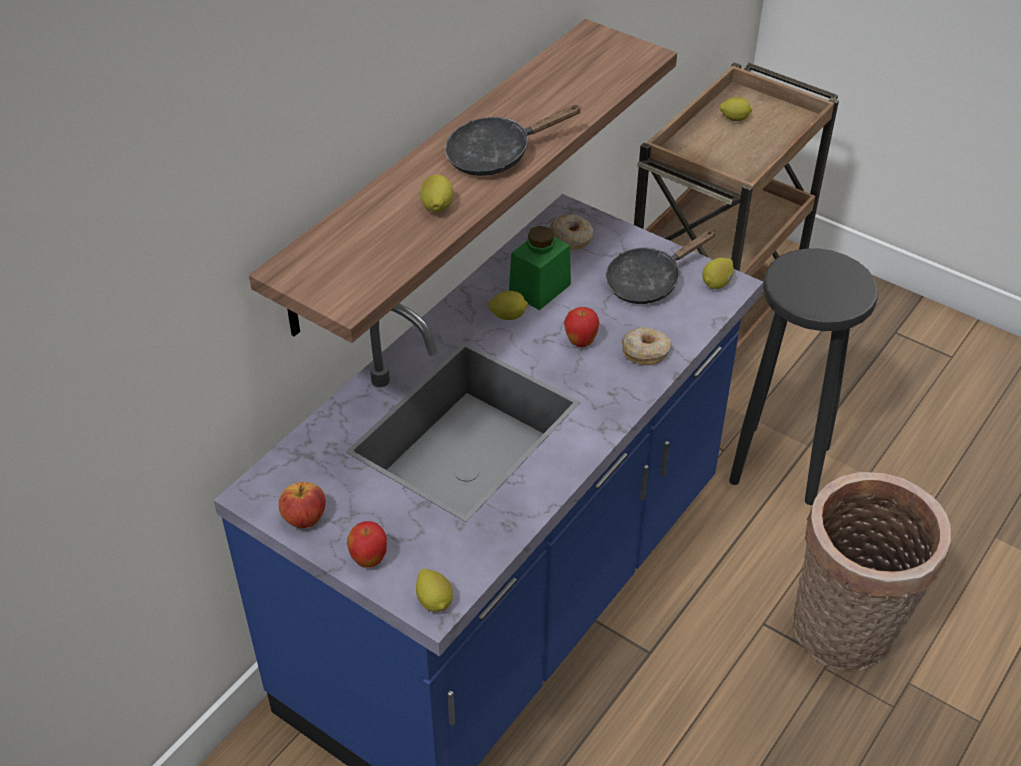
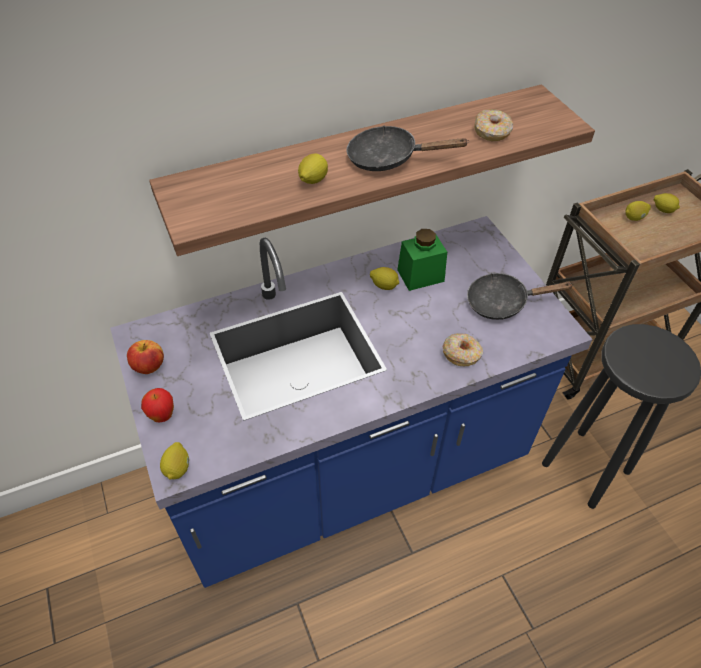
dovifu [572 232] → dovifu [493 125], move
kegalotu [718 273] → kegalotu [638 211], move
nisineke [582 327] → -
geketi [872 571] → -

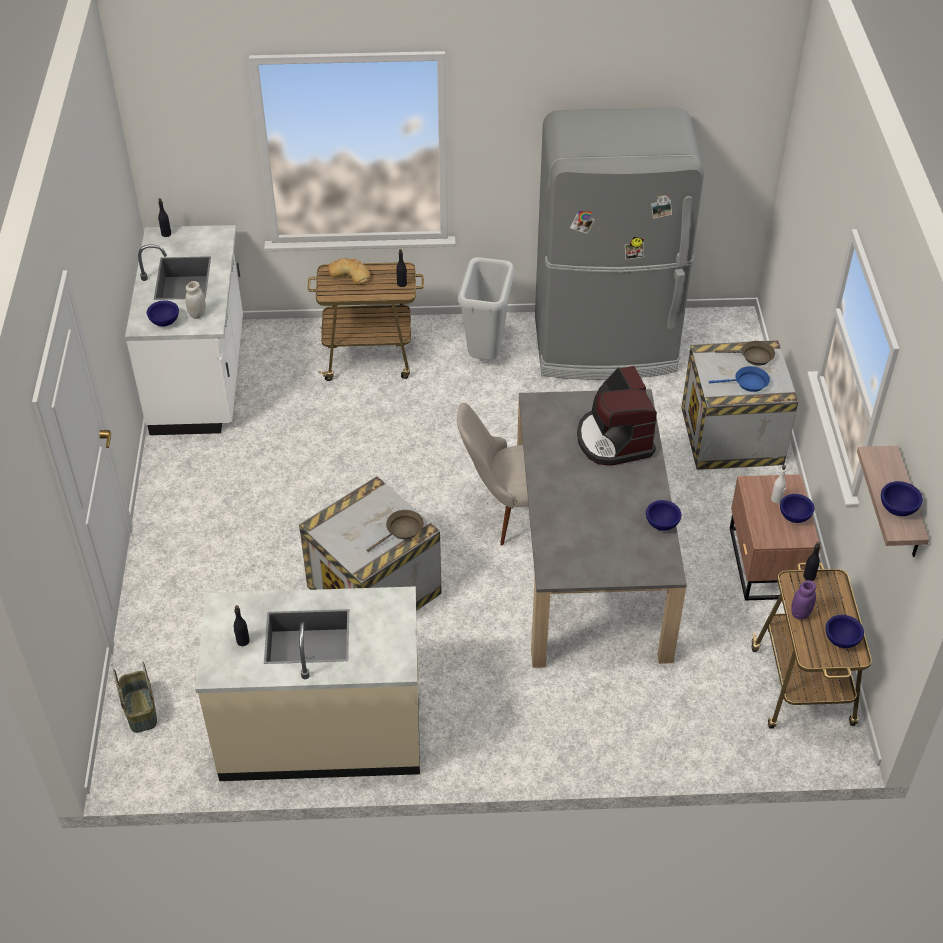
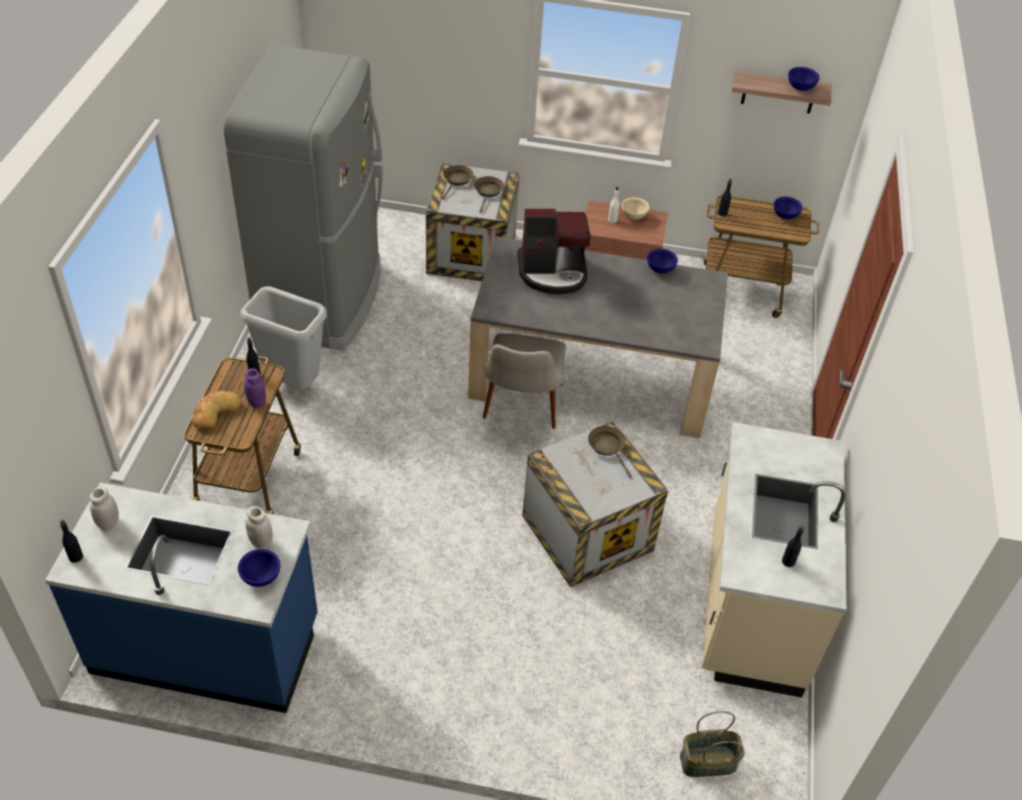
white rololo [184 330] → blue rololo [181 598]
- → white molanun [104 508]
purple molanun [803 600] → purple molanun [255 388], move
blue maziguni [739 379] → brown maziguni [489 194]
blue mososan [797 508] → beige mososan [635 208]

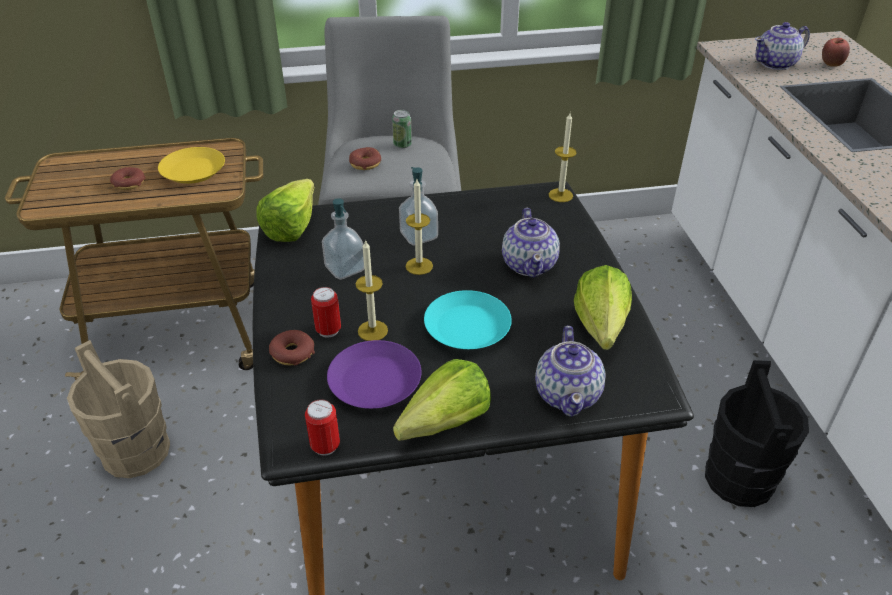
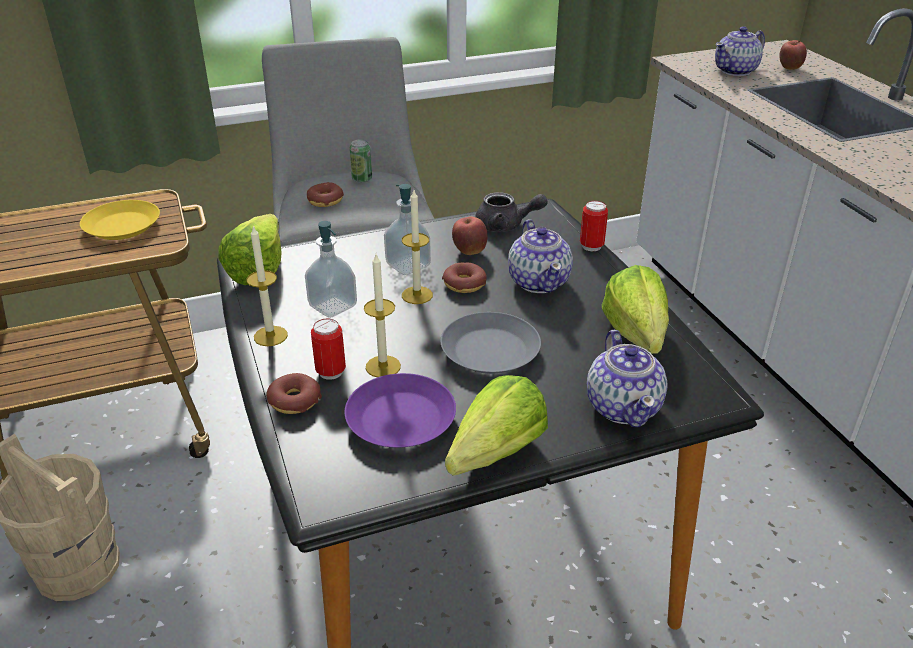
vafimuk [563 157] → vafimuk [267 285], move
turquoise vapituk [468 319] → grey vapituk [491 343]
dovifu [127 178] → dovifu [464 278], move
- → nisineke [470 235]
- → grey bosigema [511 212]
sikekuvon [322 427] → sikekuvon [594 226], move
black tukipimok [757 433] → -

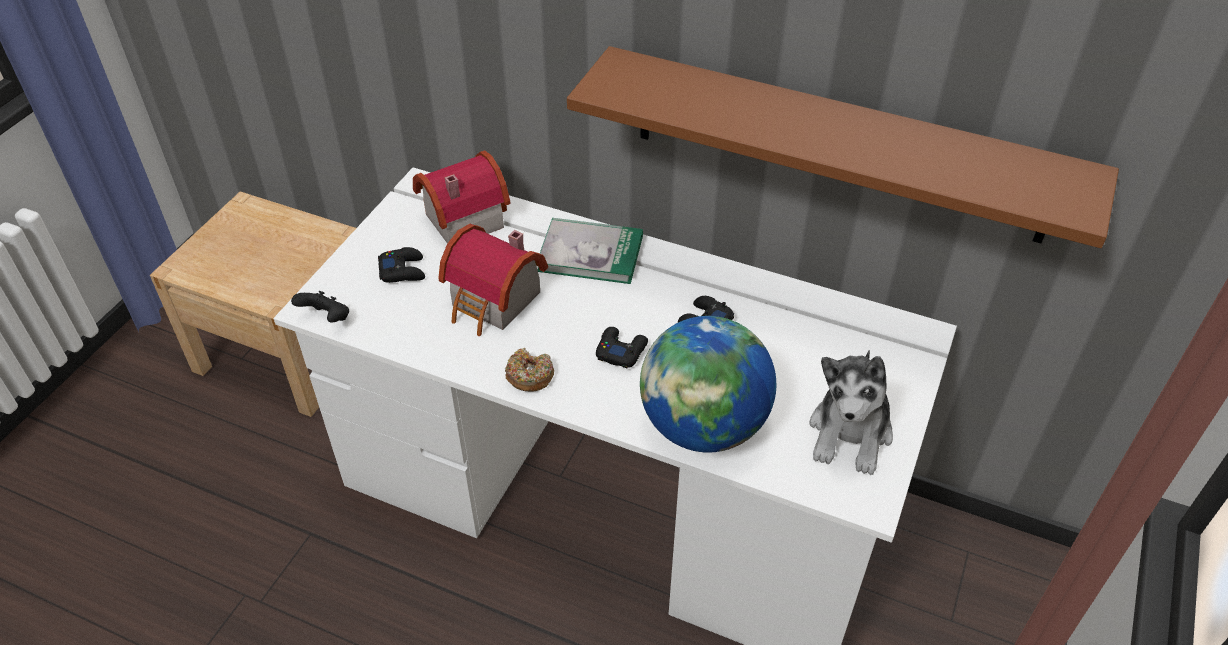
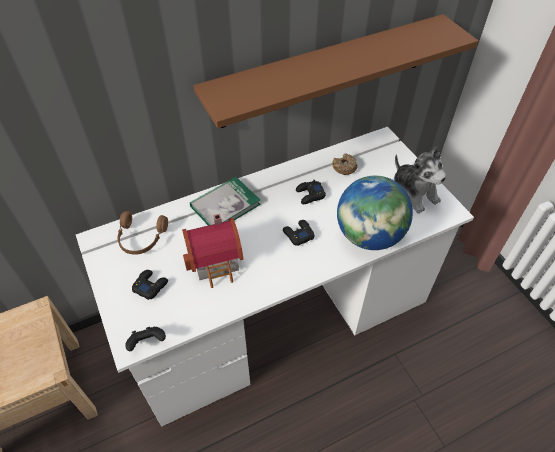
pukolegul [462 196] → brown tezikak [143 233]
dovifu [529 370] → dovifu [344 164], move

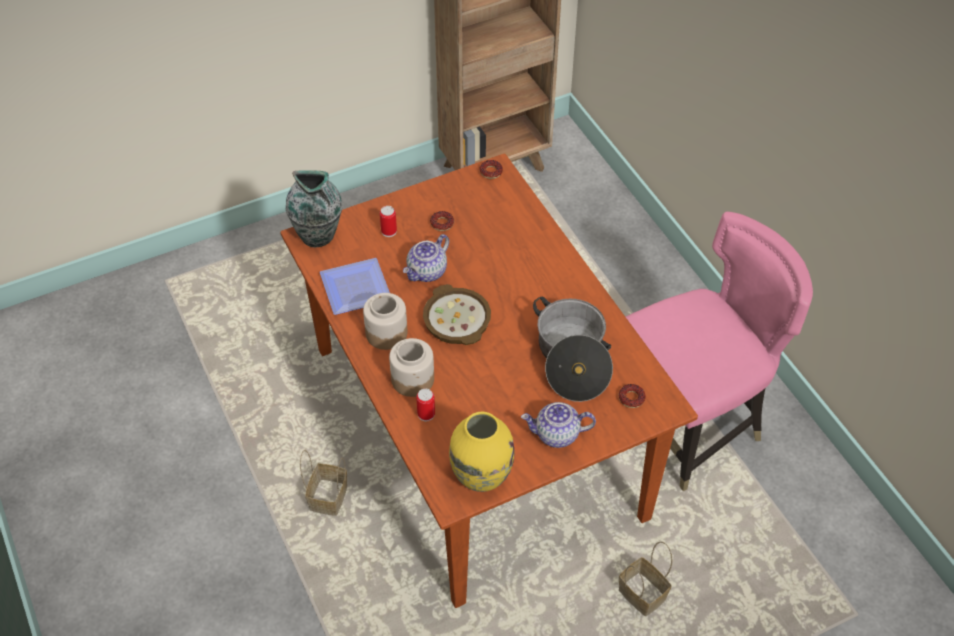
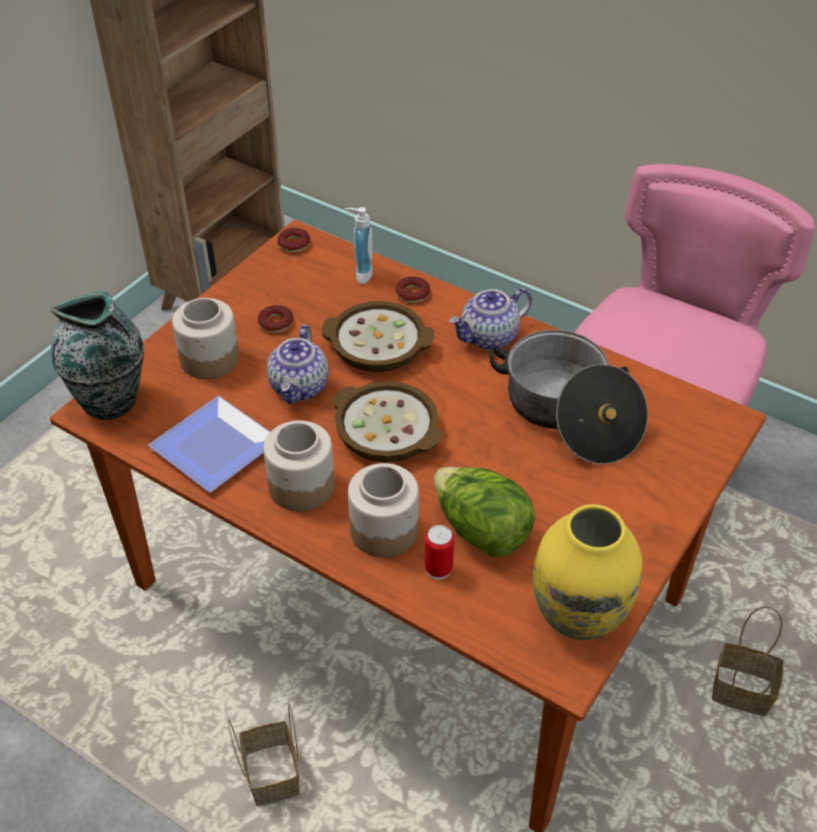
sikekuvon [388 221] → molanun [205 338]
- → mososan [378 336]
- → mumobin [359 245]
dovifu [632 396] → dovifu [413 289], move
- → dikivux [484 512]
bosigema [558 425] → bosigema [490 319], move

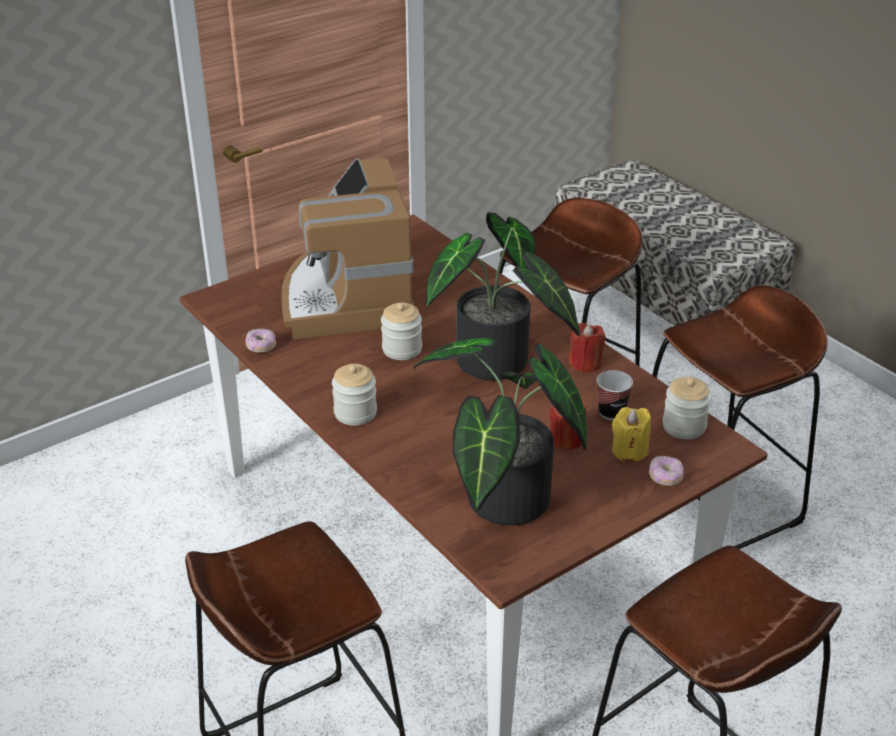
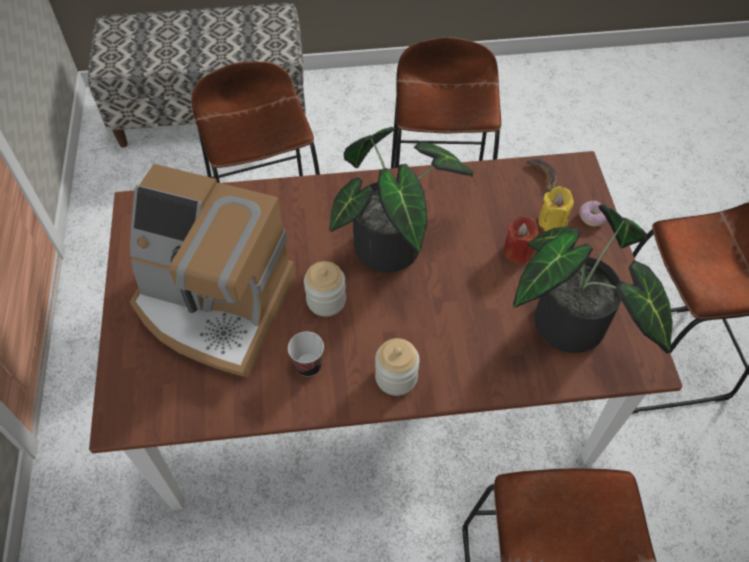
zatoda [615 395] → zatoda [306 354], move
molanun [687 408] → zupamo [542 177]
dovifu [260 340] → -
red vafimuk [587 348] → -

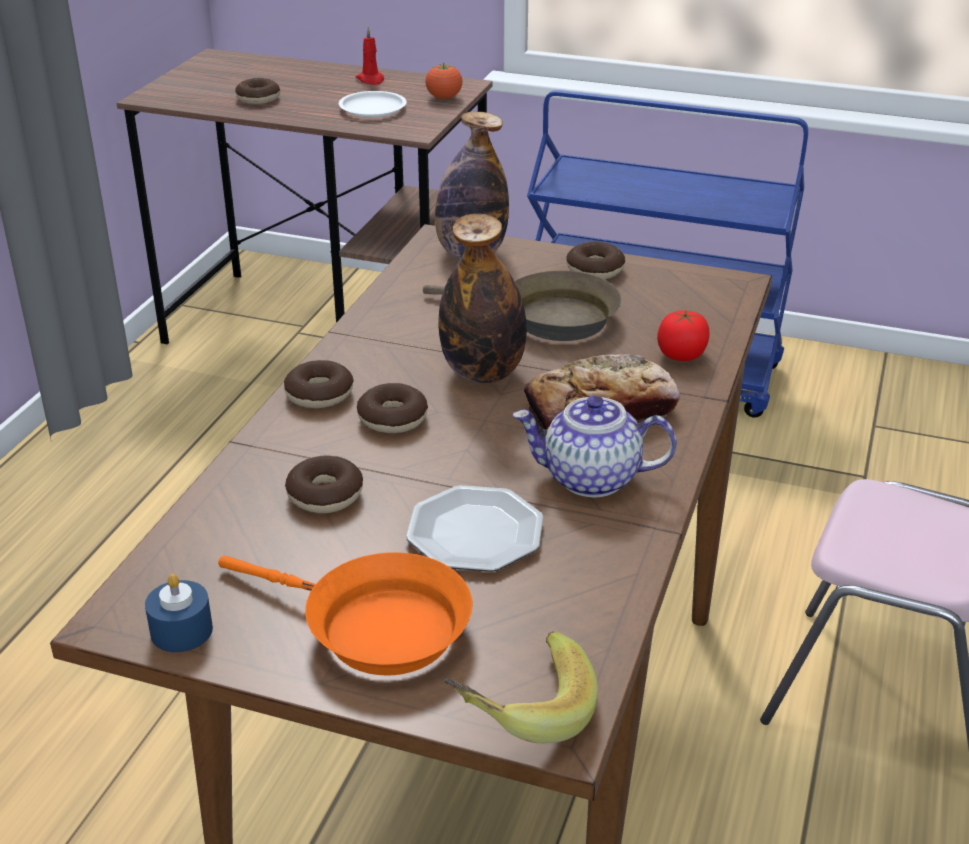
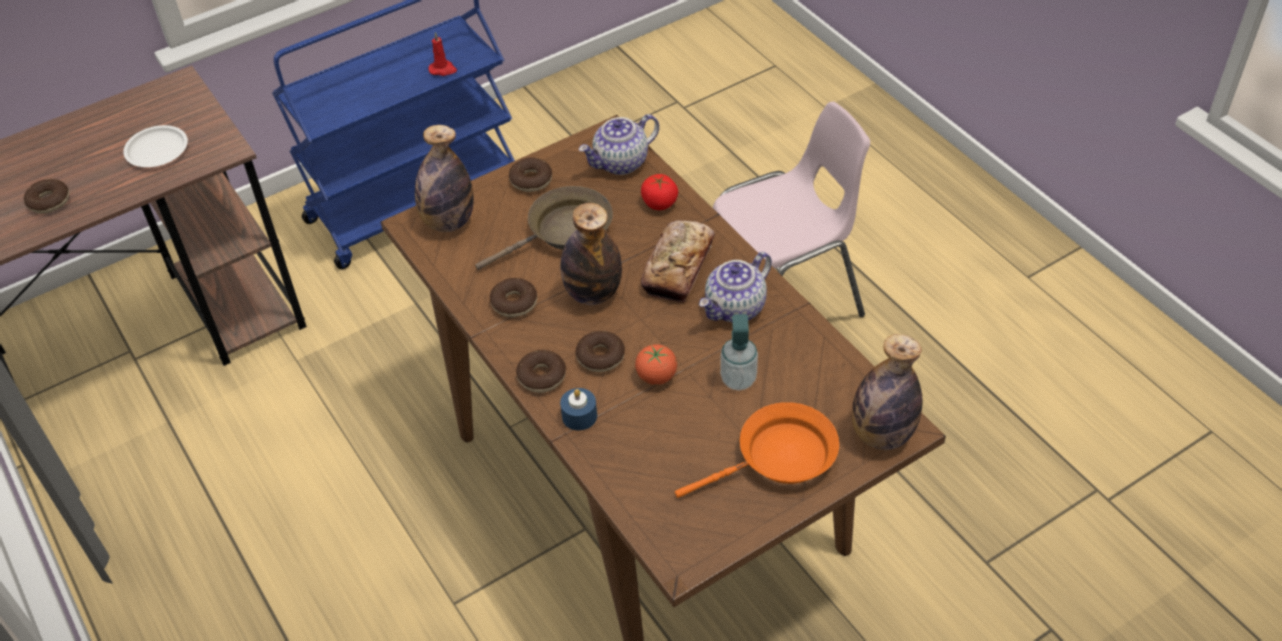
red vafimuk [370 56] → red vafimuk [442 54], move
dovifu [324 484] → dovifu [513 297], move
blue vafimuk [179 613] → blue vafimuk [578 409], move
- → bosigema [618 144]
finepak [443 81] → finepak [656 364], move
vapituk [474 528] → mumobin [739 352]
zupamo [521 688] → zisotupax [887 392]

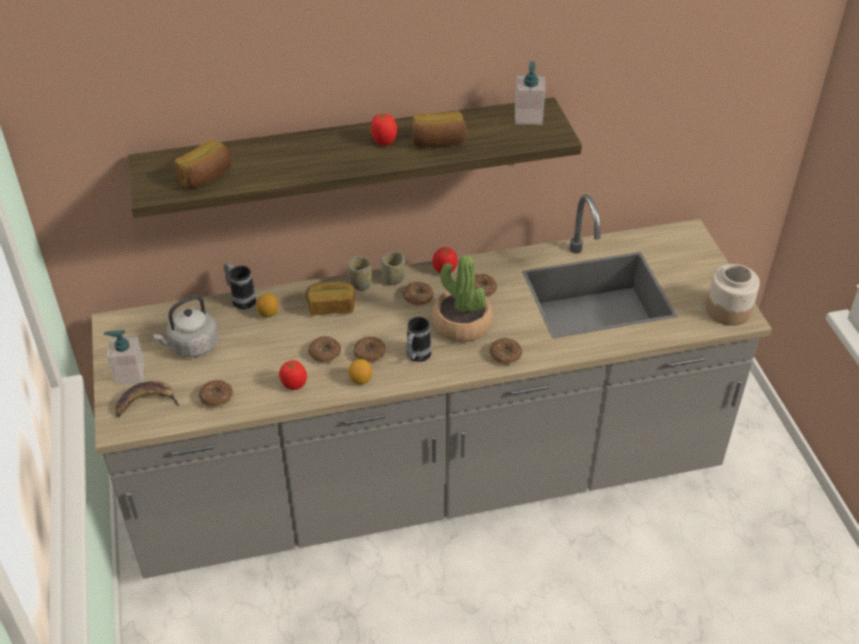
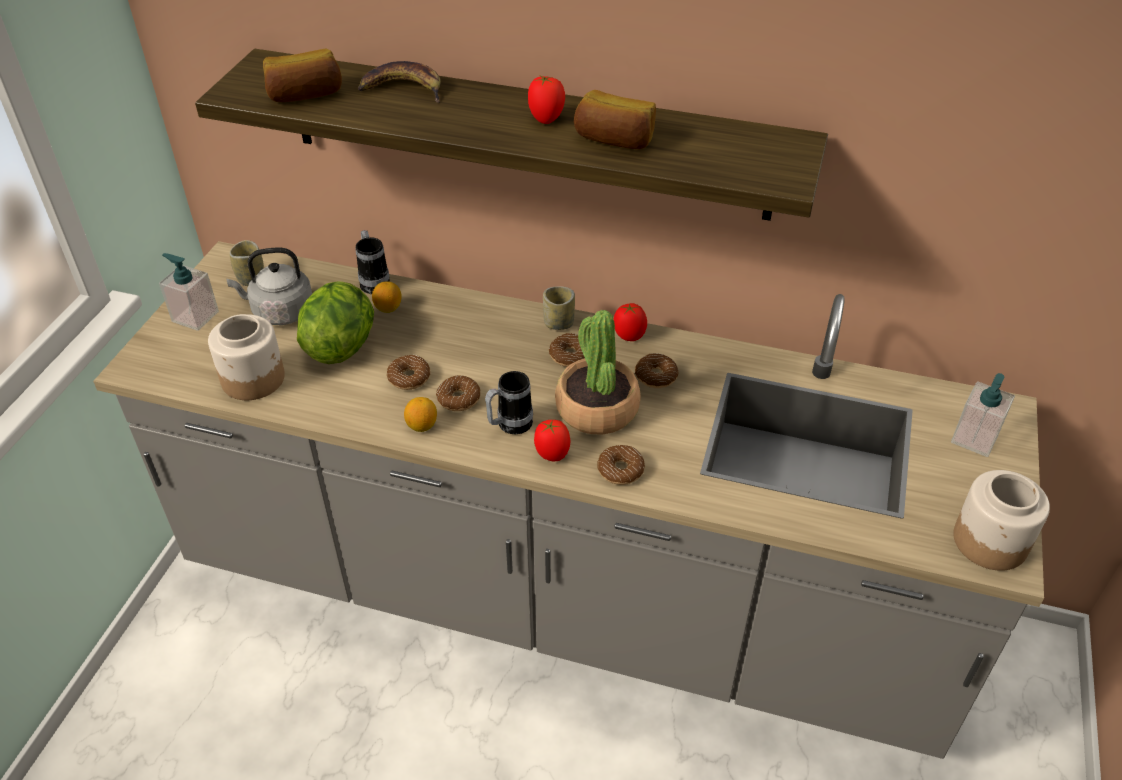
dovifu [216 394] → molanun [246 357]
zatoda [360 273] → zatoda [247 263], move
- → dikivux [335 322]
zupamo [147 399] → zupamo [399 82], move
finepak [293 375] → finepak [552 440], move
mumobin [530 93] → mumobin [983 415], move
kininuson [330 298] → -

